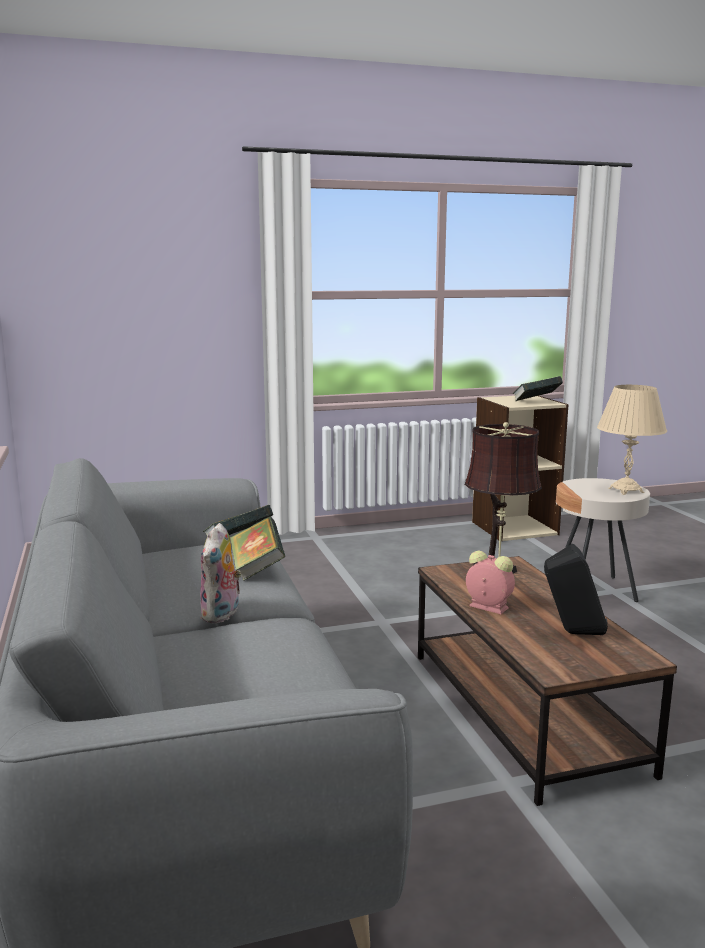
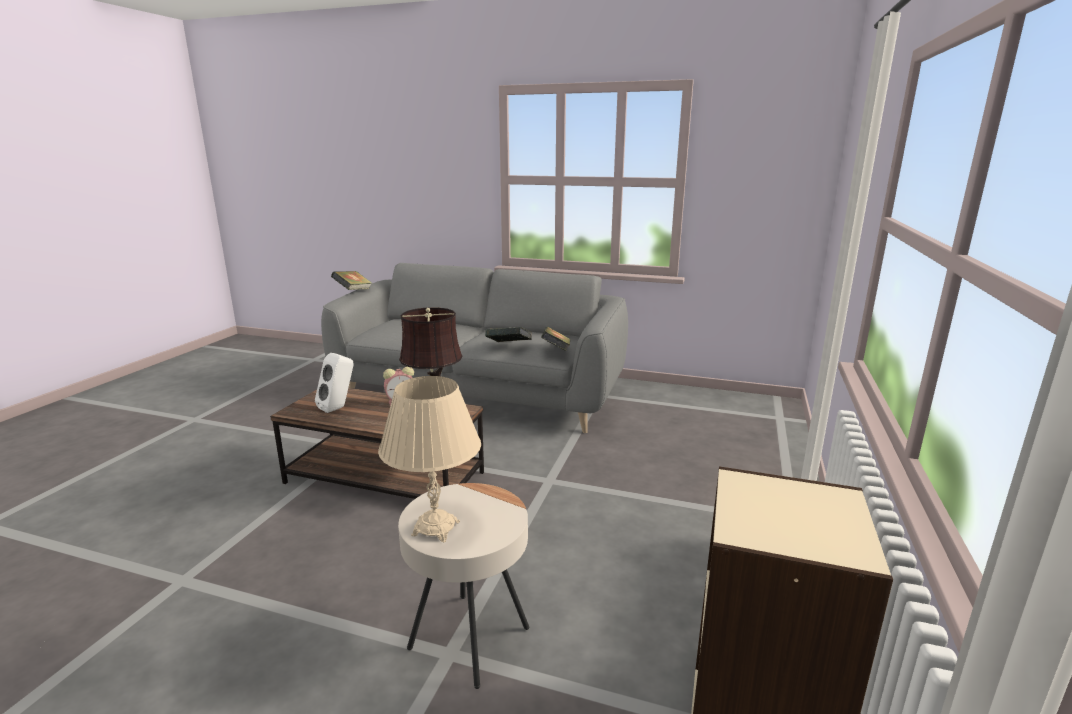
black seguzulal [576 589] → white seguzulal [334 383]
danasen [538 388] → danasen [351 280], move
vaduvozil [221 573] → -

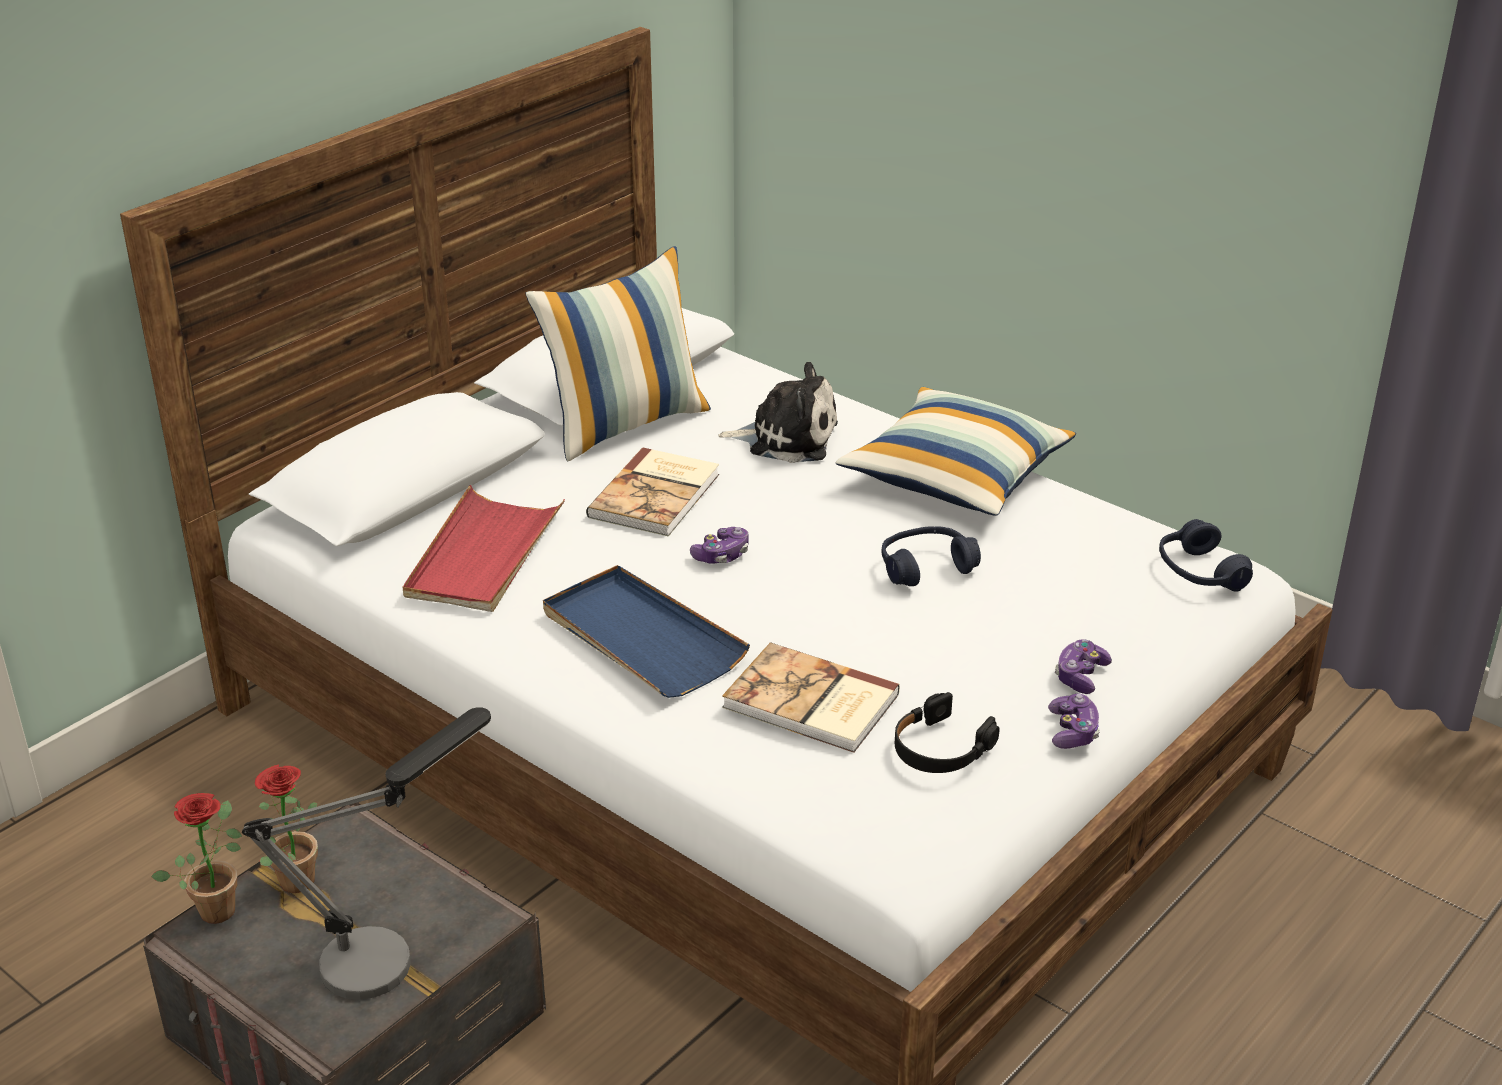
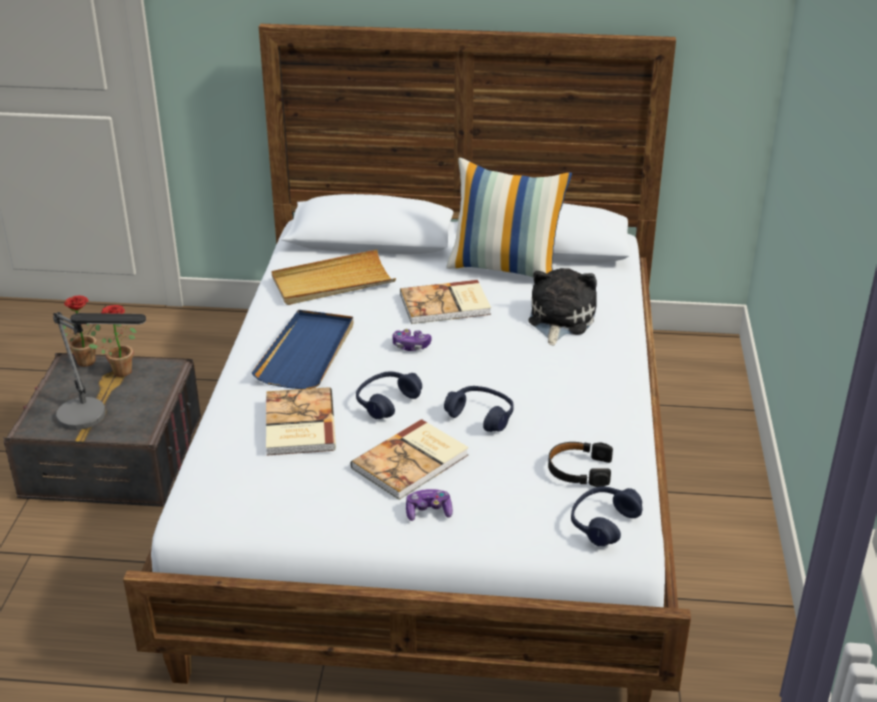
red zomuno [484 548] → beige zomuno [333 277]
- → danasen [410 459]
- → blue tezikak [389 395]
vaduvozil [778 412] → vaduvozil [562 307], 135 degrees counterclockwise
black tezikak [947 732] → black tezikak [580 464], move
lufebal [955 451] → -
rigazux [1074 721] → -

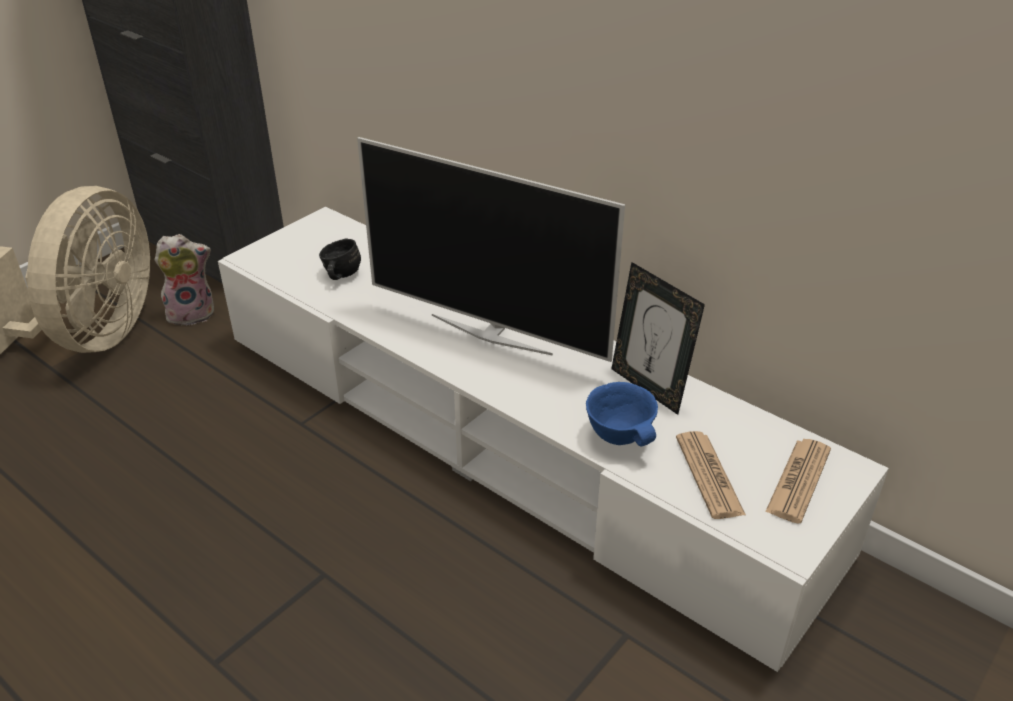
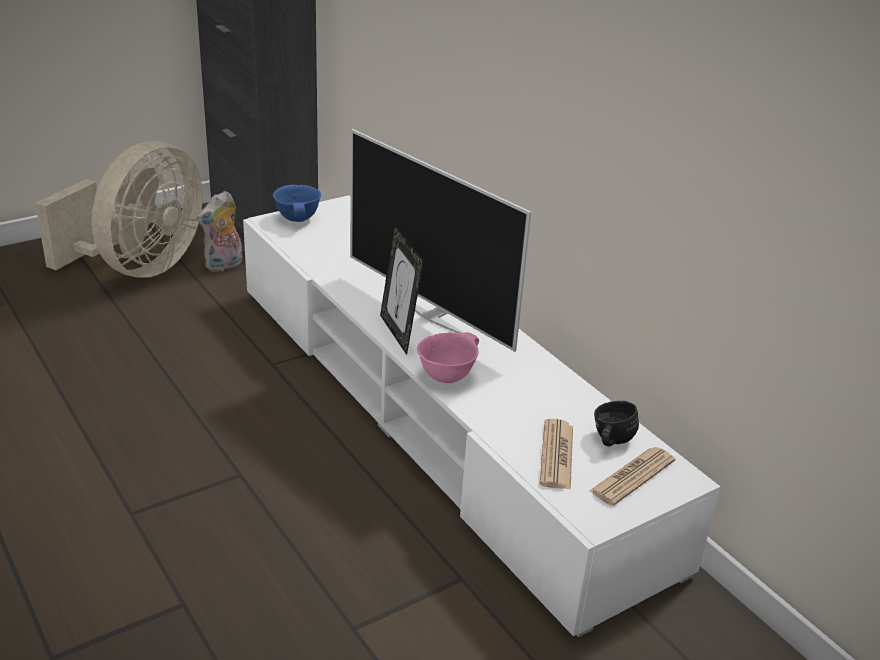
vaduvozil [184 280] → vaduvozil [219 231], 135 degrees clockwise
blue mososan [622 414] → blue mososan [297 203], move
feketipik [658 338] → feketipik [402 290], move
- → pink mososan [448 357]
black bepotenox [340 259] → black bepotenox [616 424], move

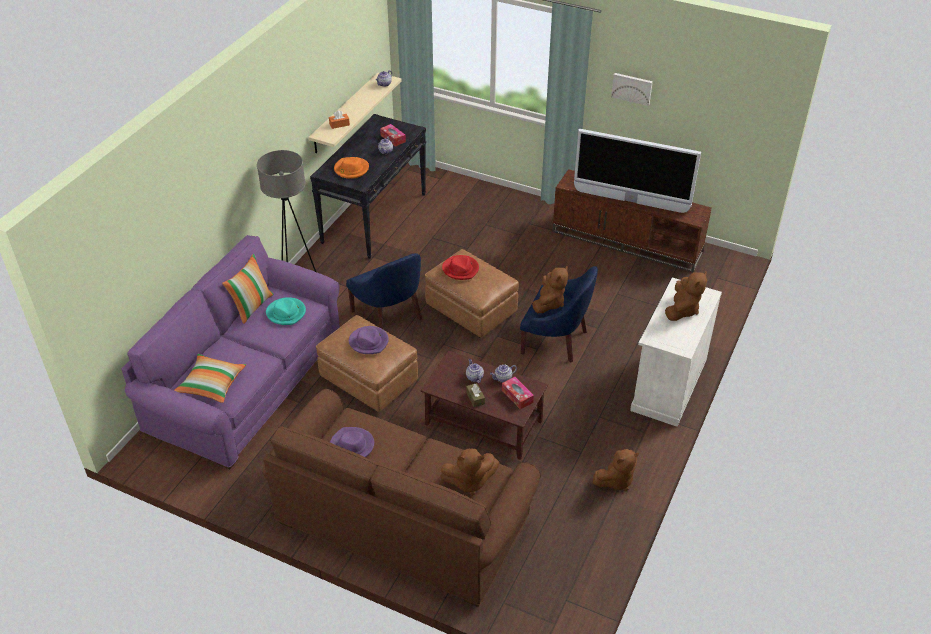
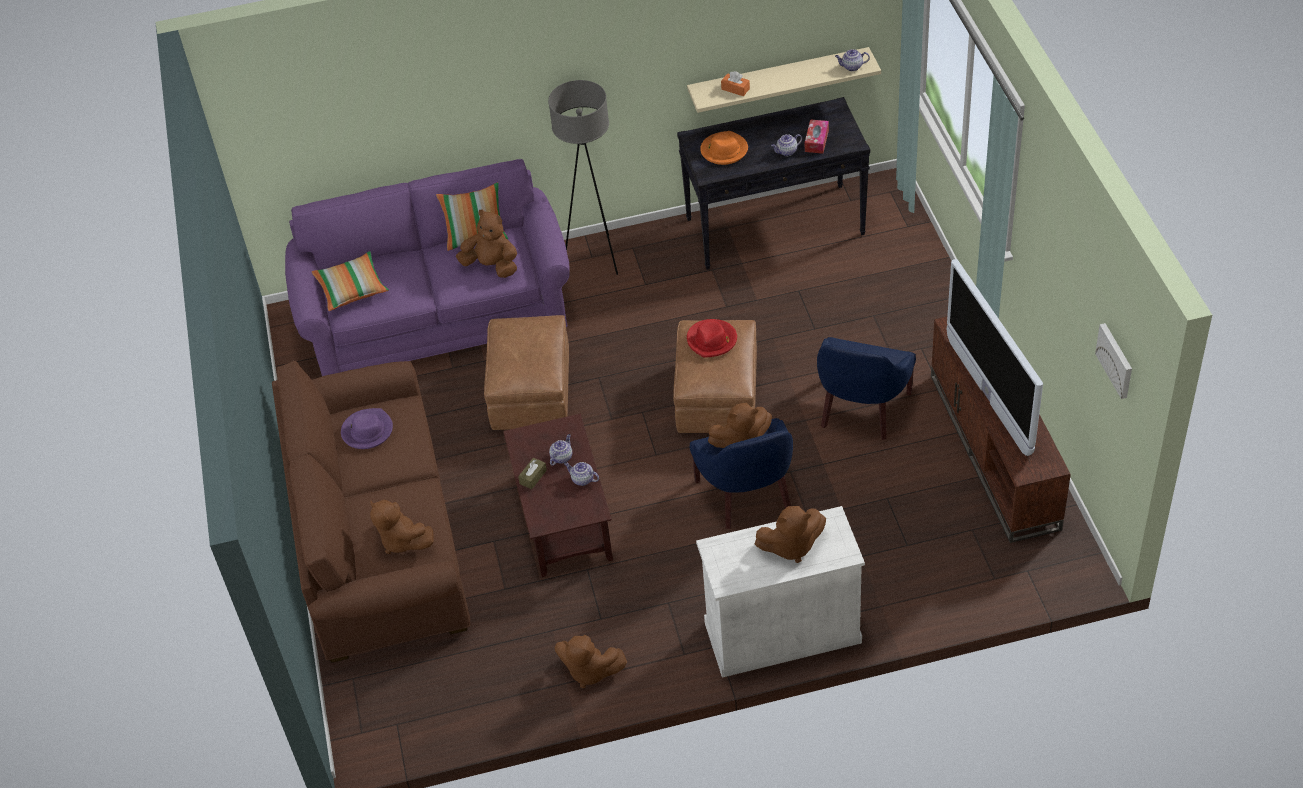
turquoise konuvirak [286 311] → brown vaduvozil [486 243]
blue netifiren [384 291] → blue netifiren [866 388], move
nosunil [632 89] → nosunil [1113 361], move
purple konuvirak [369 340] → -
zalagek [518 393] → -

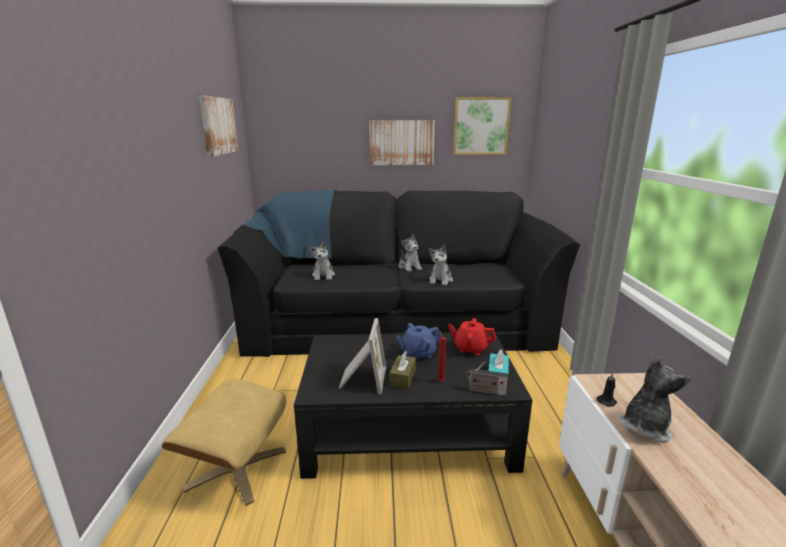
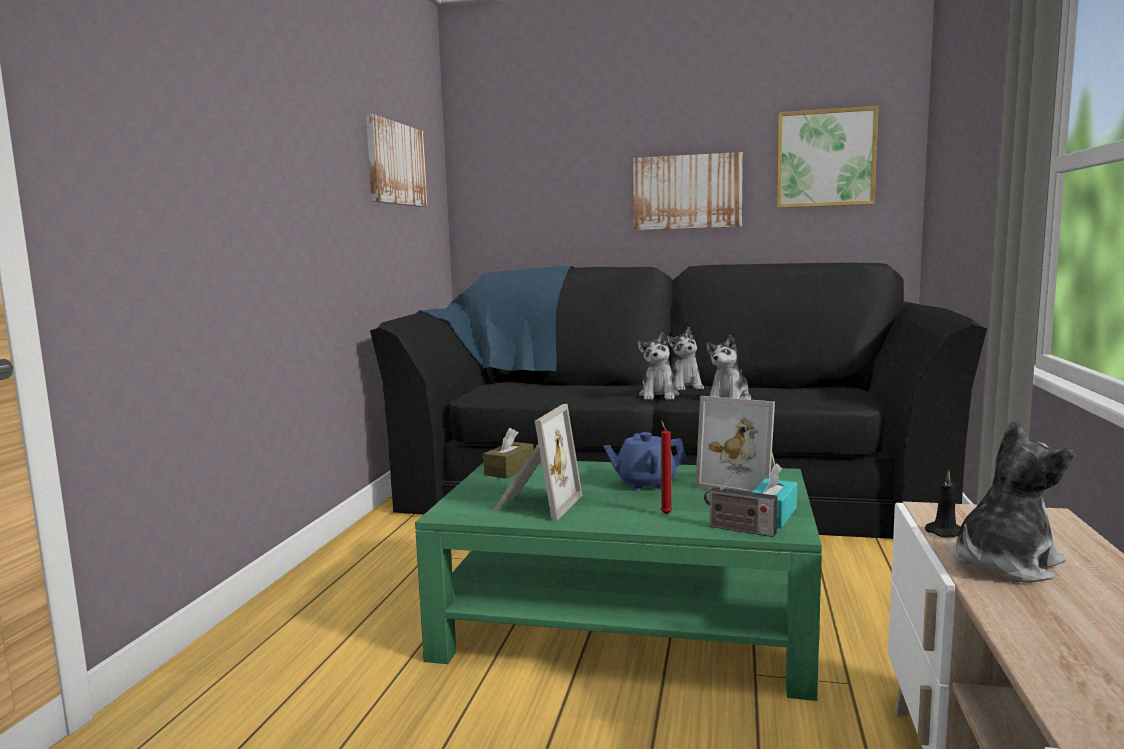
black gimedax [413 406] → green gimedax [618 581]
brown zalagek [402 370] → brown zalagek [508 453], move
vaduvozil [322 260] → vaduvozil [658 366], move
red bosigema [472 336] → feketipik [737 444]
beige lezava [224 442] → -

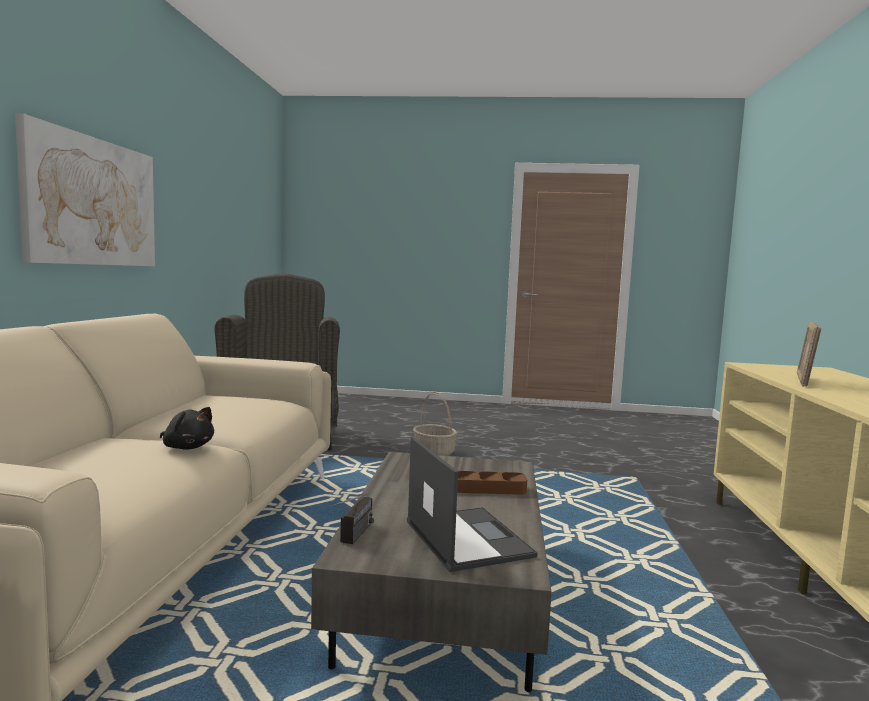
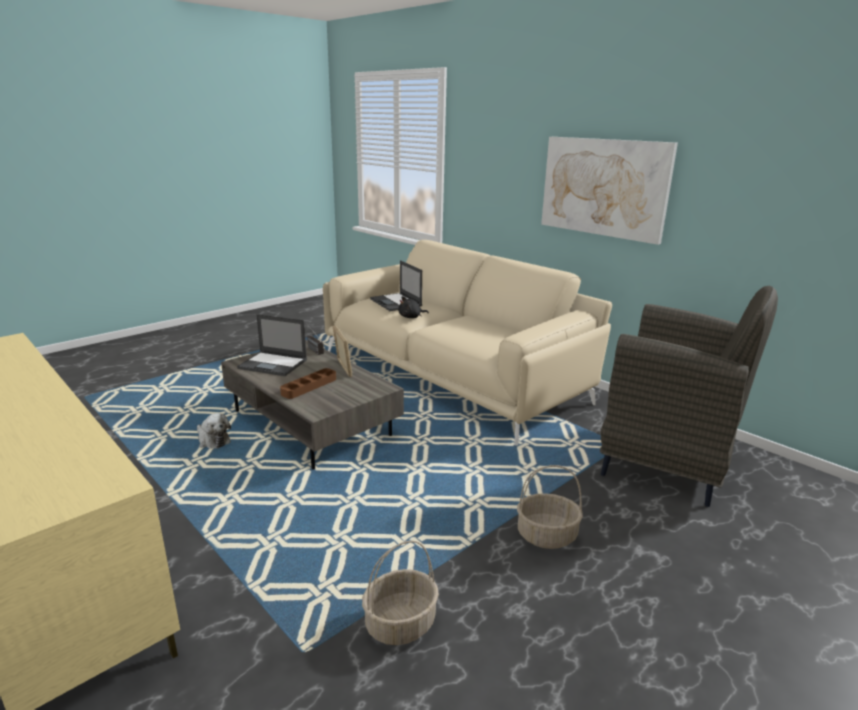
- → vaduvozil [214 431]
feketipik [809 354] → feketipik [342 351], move
- → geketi [400 592]
- → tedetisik [396 285]

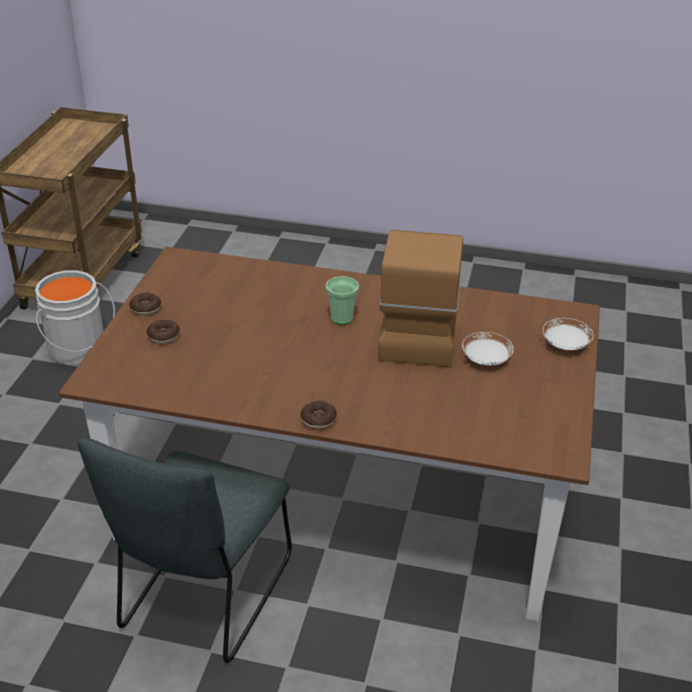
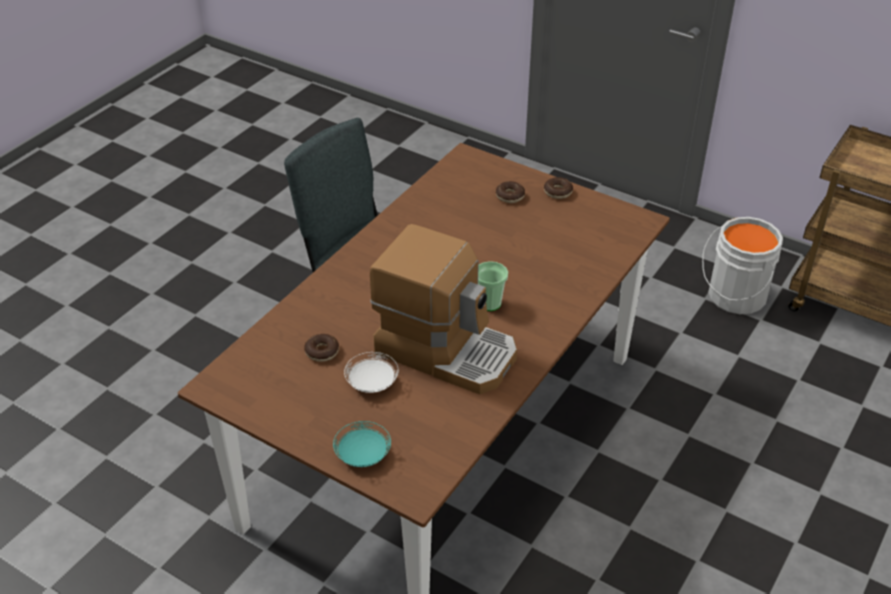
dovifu [318 415] → dovifu [321 348], move
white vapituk [568 334] → turquoise vapituk [362 444]

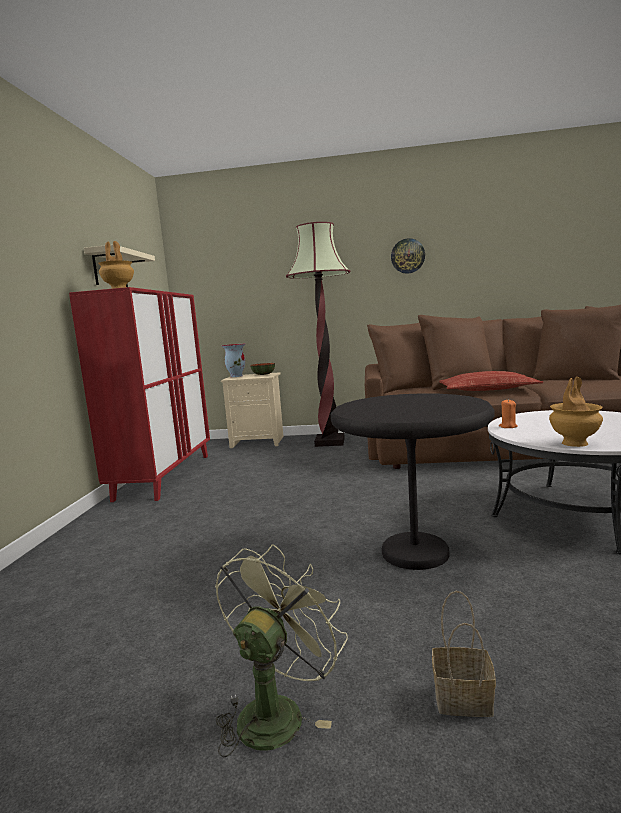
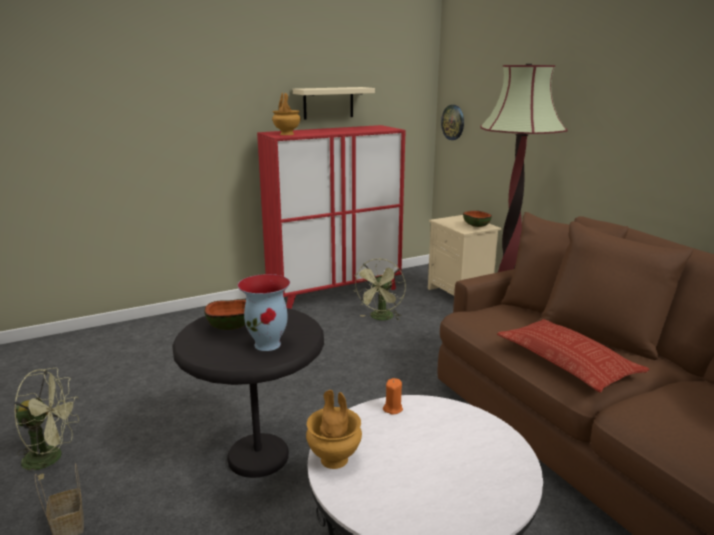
- → mososan [225 314]
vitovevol [233 360] → vitovevol [264 312], move
- → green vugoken [379 289]
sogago [408 256] → sogago [452 122], move

